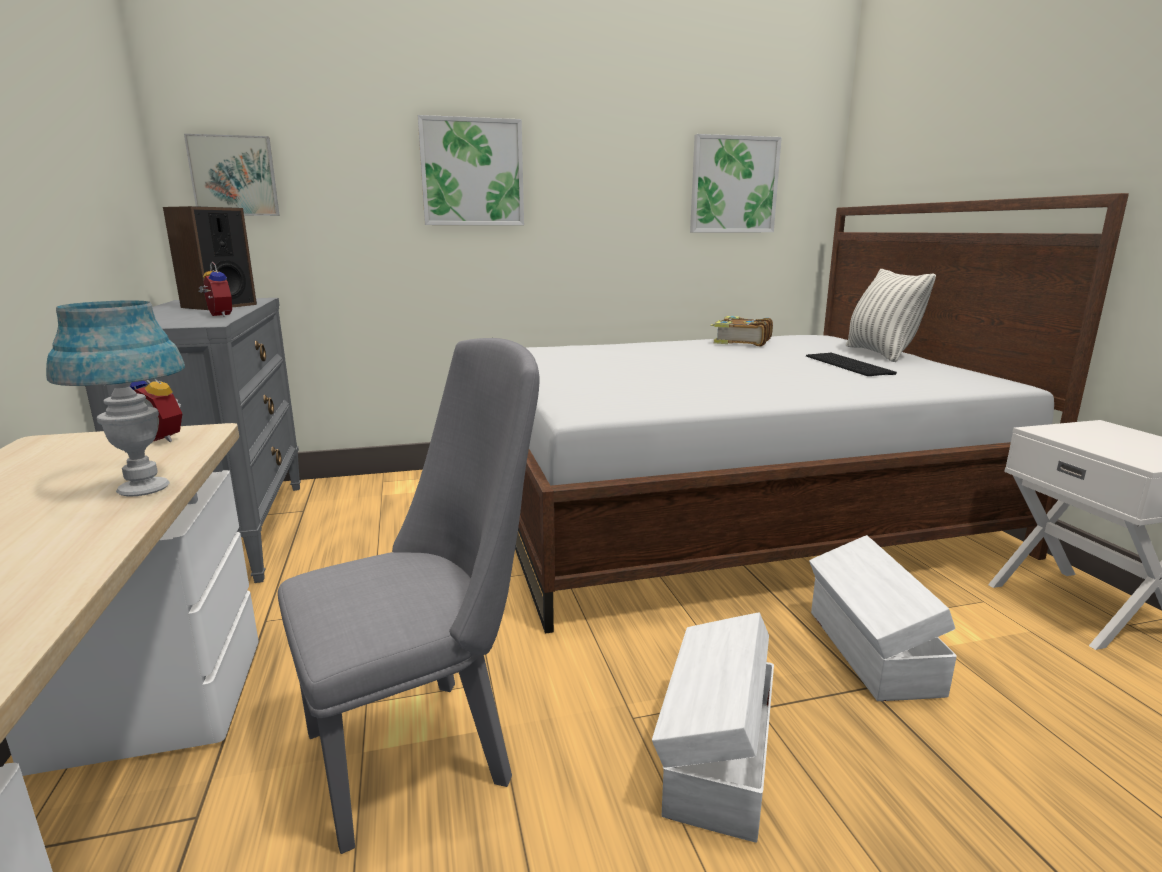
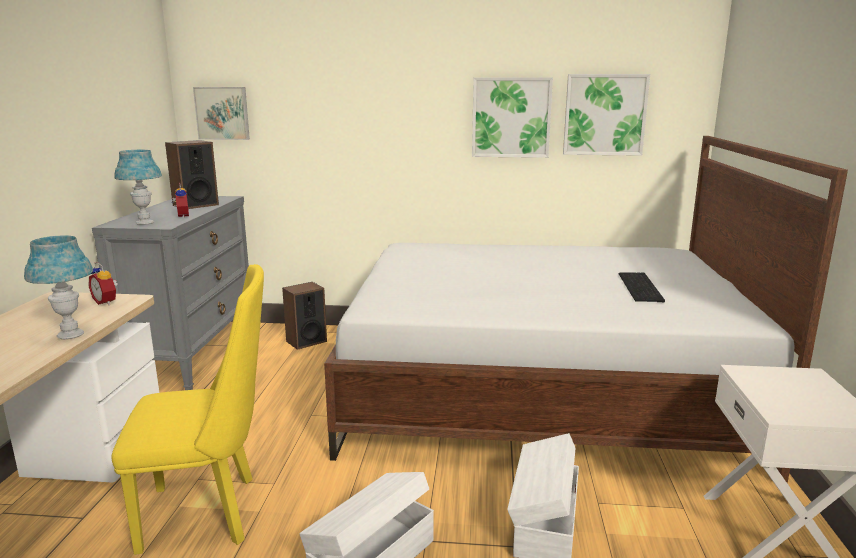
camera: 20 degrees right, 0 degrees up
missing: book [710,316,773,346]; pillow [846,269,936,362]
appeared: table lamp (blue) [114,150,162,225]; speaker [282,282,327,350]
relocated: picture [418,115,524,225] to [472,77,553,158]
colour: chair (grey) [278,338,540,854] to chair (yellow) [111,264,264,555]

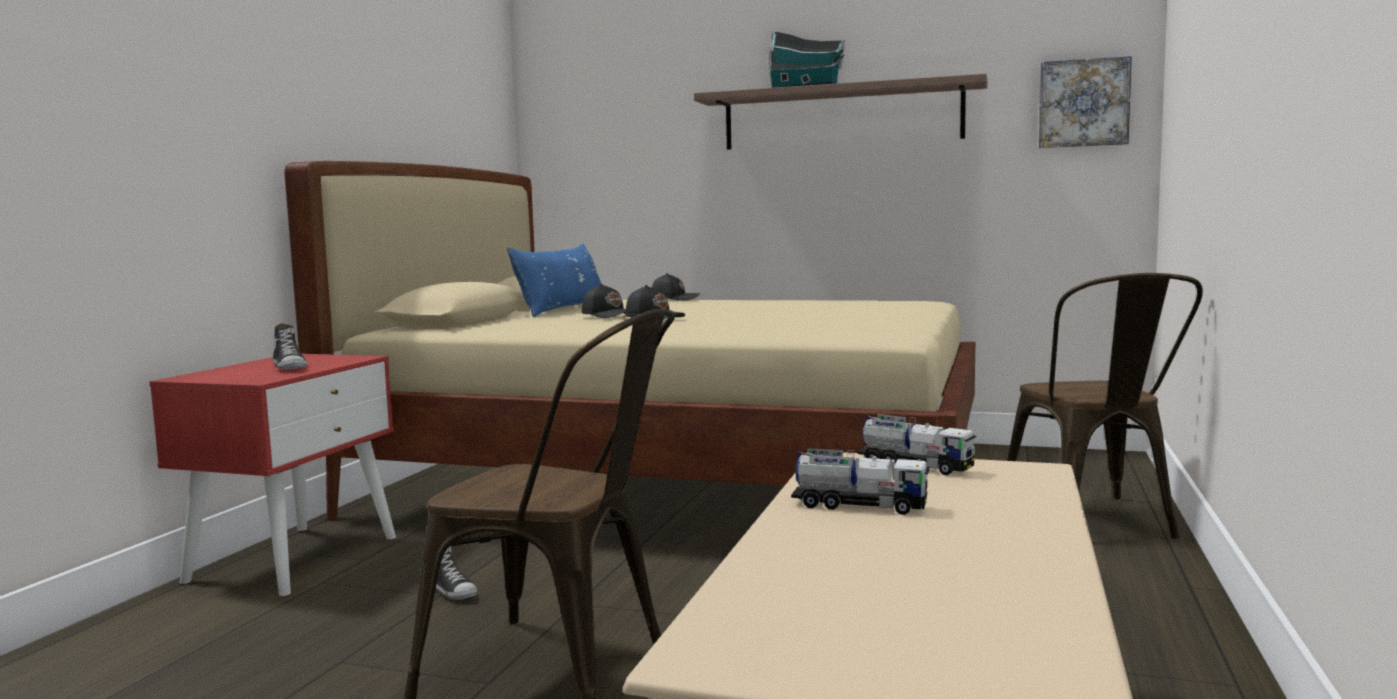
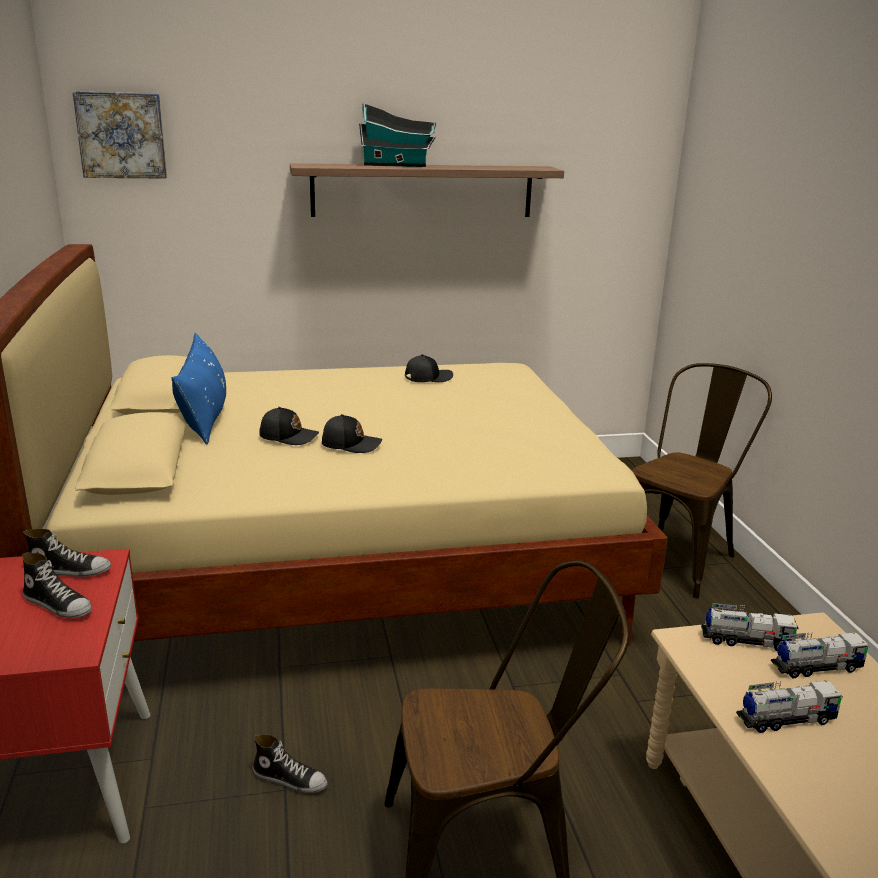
camera: 30 degrees left, 15 degrees up
appeared: shoe [23,529,111,577]; toy truck [771,632,869,678]
relocated: picture [1039,56,1132,148] to [72,91,167,179]; cap (black) [652,273,700,301] to [405,354,453,382]
spun: chair (brown) [1007,273,1203,539] = [632,363,772,599] 105 degrees counterclockwise

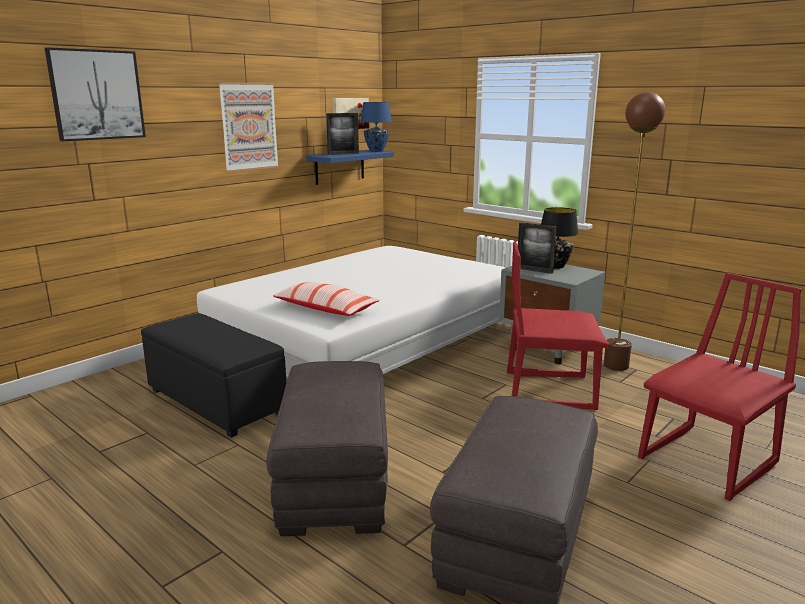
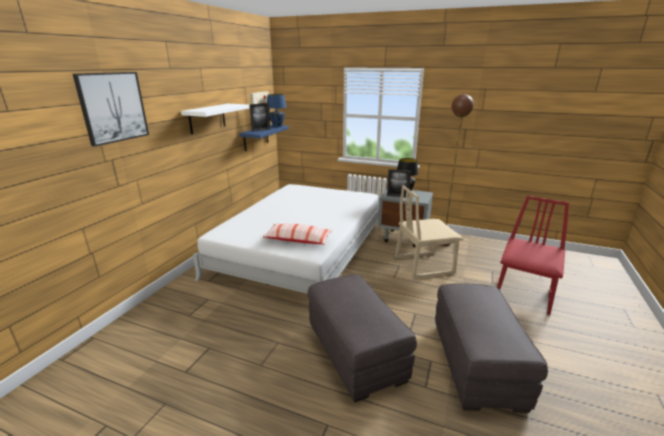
camera: 20 degrees left, 5 degrees up
missing: ottoman (black) [141,313,287,438]
exchanged: picture [218,82,279,172] to shelf (white) [181,104,249,134]
colour: chair (red) [507,242,609,410] to chair (beige) [395,185,463,279]

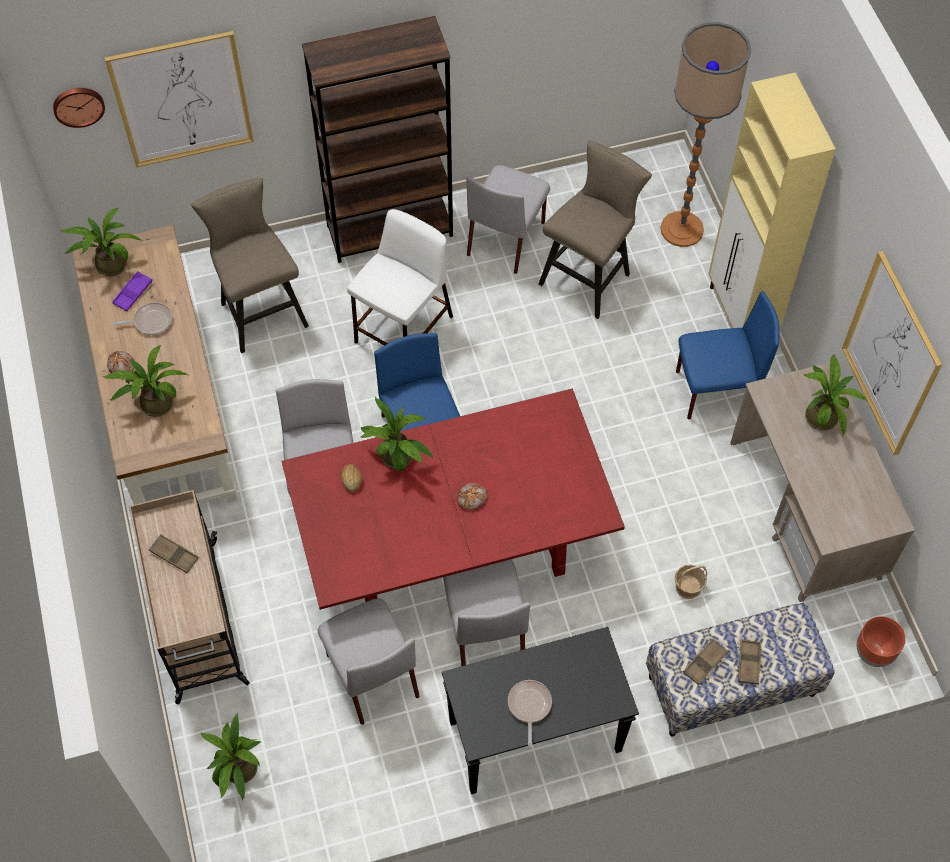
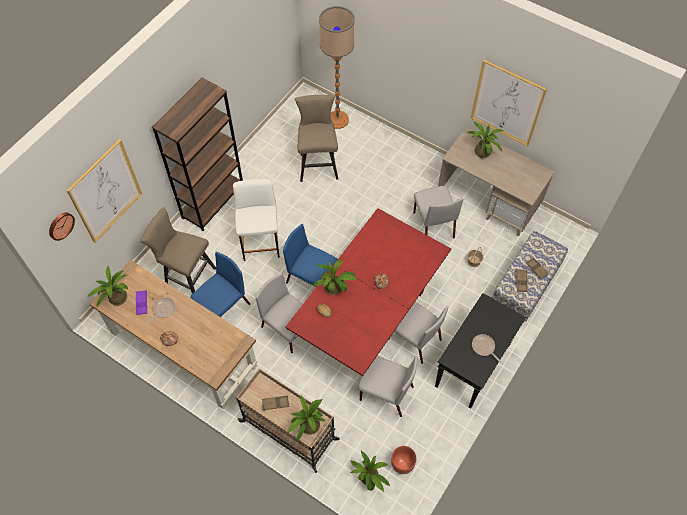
camera: 40 degrees left, 0 degrees up
missing: cabinet (beige) [709,72,836,332]
relocated: chair (blue) [676,291,779,419] to [190,252,250,317]; potted plant [103,345,188,417] to [287,395,325,441]; planter (brown) [857,616,906,667] to [391,446,417,474]; chair (grey) [466,165,550,274] to [413,186,463,238]

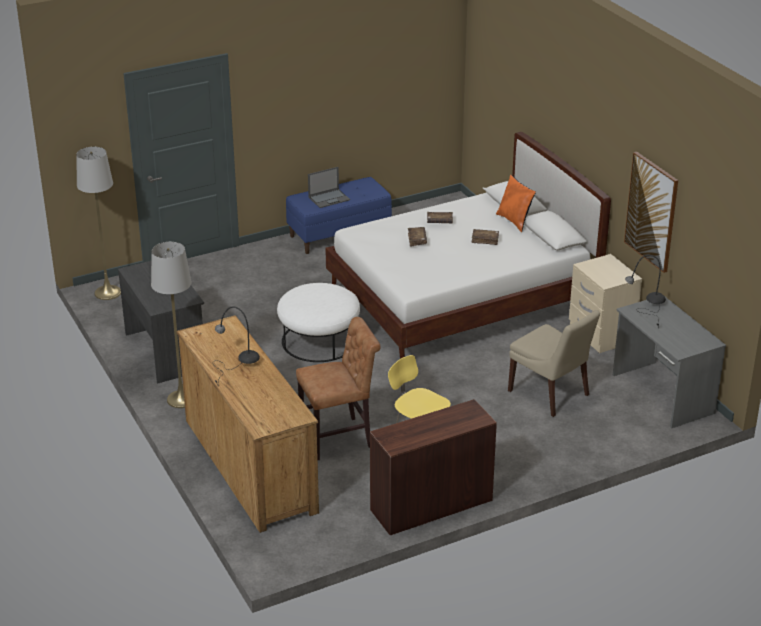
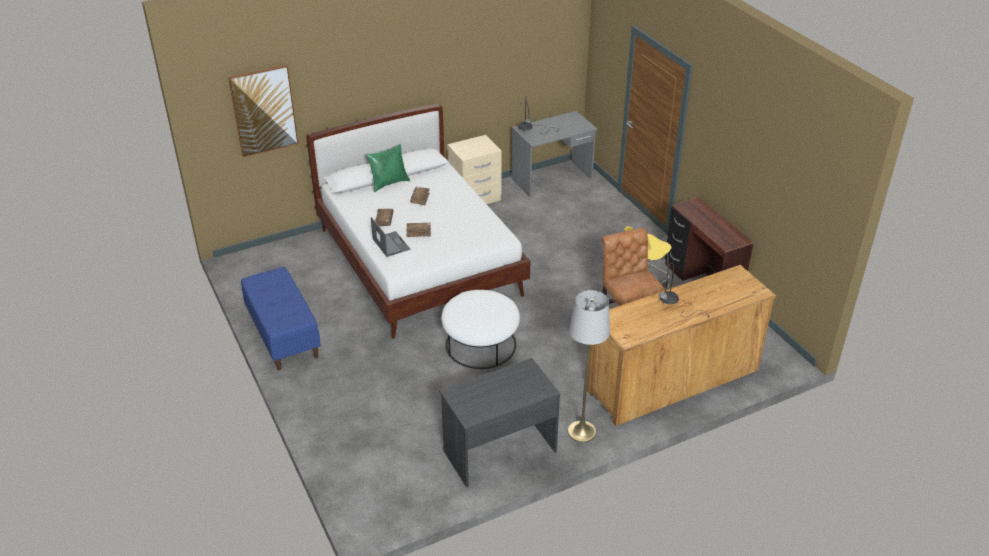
camera: 90 degrees left, 5 degrees up
missing: floor lamp (grey) [76,147,121,300]; chair (beige) [508,310,600,417]
relocated: picture [624,152,678,273] to [228,65,298,157]; laptop [308,167,350,208] to [371,217,410,257]
colour: pillow (orange) [496,175,536,232] to pillow (green) [366,144,410,192]

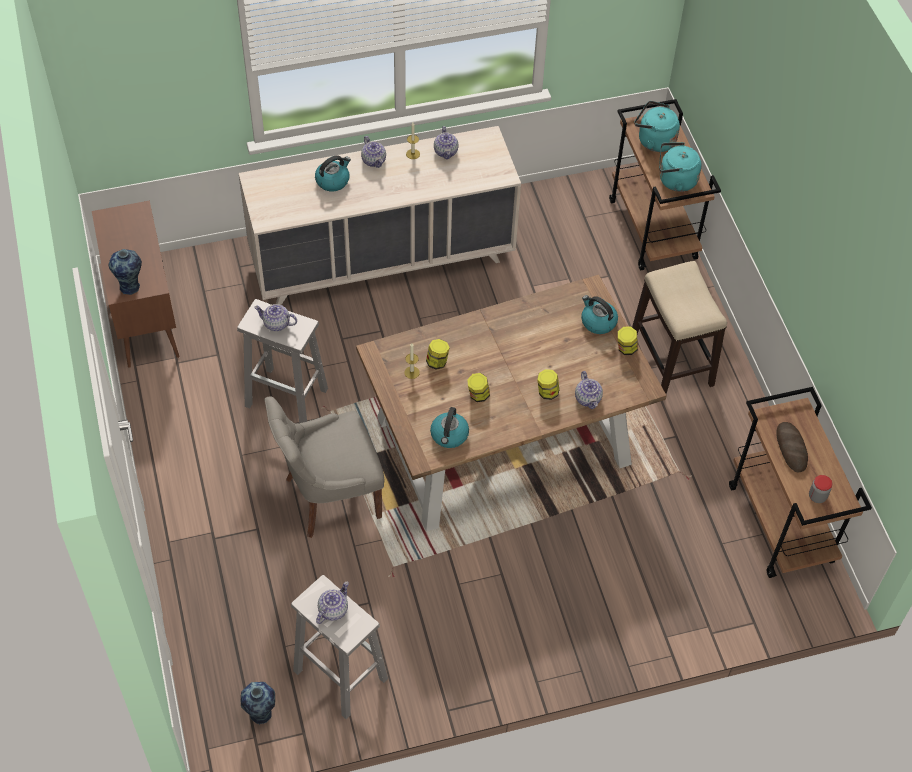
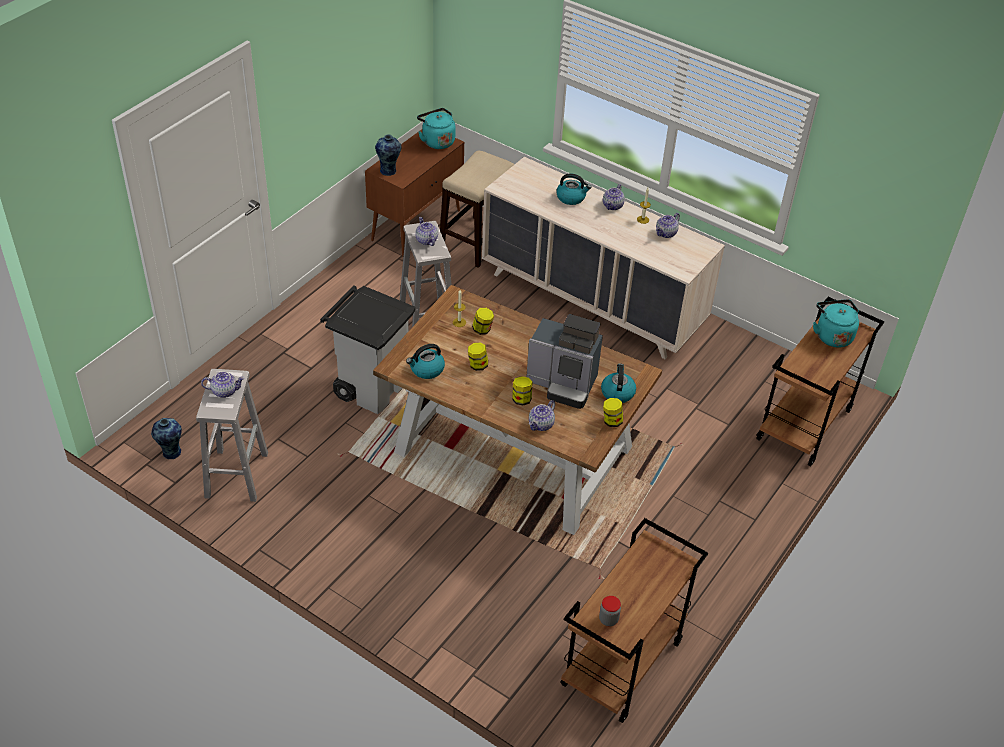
camera: 50 degrees right, 10 degrees down
missing: bread [776,422,808,472]
appeared: coffee machine [526,314,603,409]
relocated: kettle (turquoise) [659,142,702,192] to [417,108,456,149]; stool [632,261,727,394] to [440,151,514,268]
exchanged: chair (grey) [265,396,385,538] to trash can (grey) [320,285,415,414]

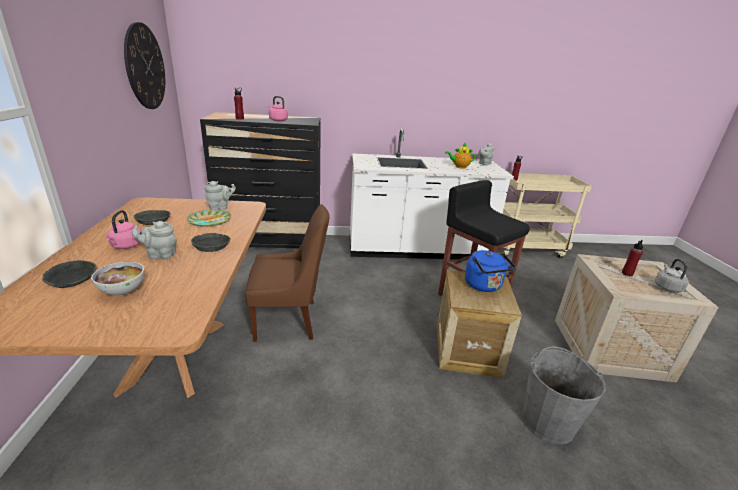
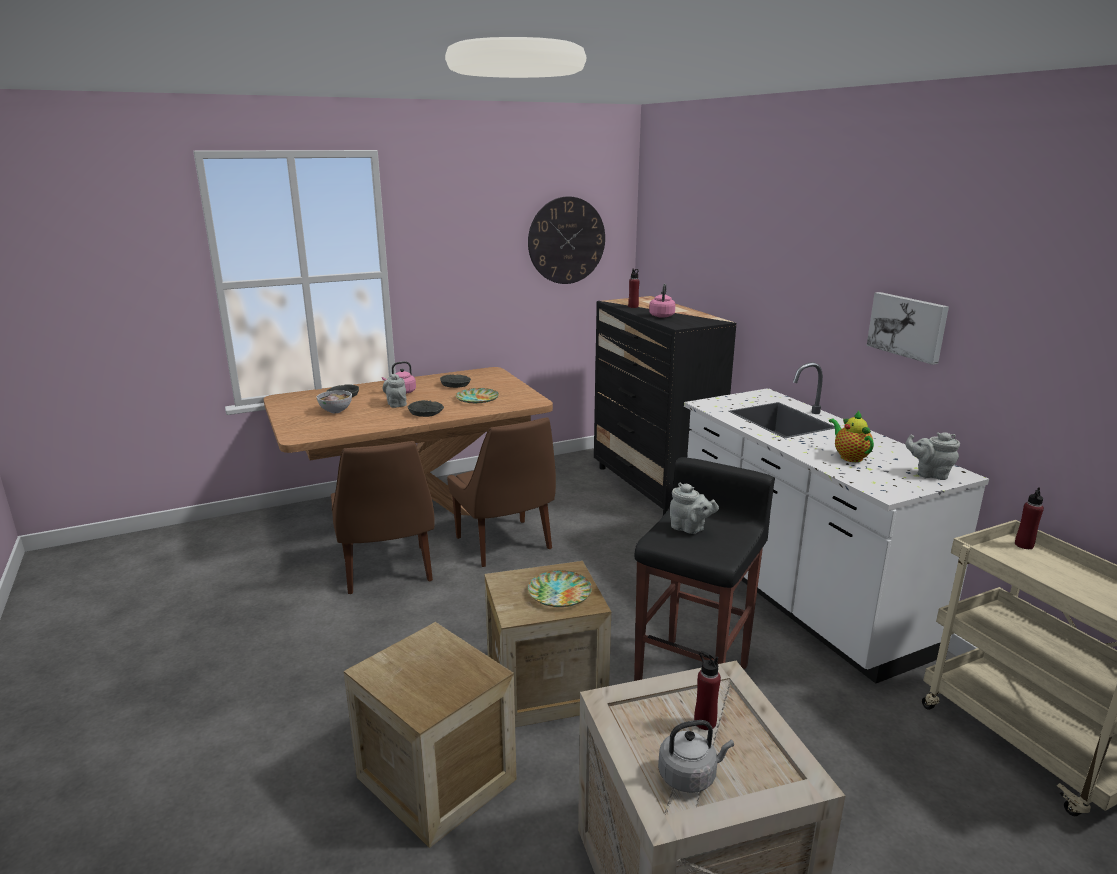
camera: 70 degrees right, 5 degrees down
appeared: chair (brown) [331,441,435,594]; picture [867,292,949,365]
relocated: teapot (grey) [204,181,236,210] to [670,483,719,534]
exchanged: bucket (grey) [522,346,606,445] to crate [344,622,517,848]; kettle (blue) [465,250,516,292] to plate [528,571,592,607]

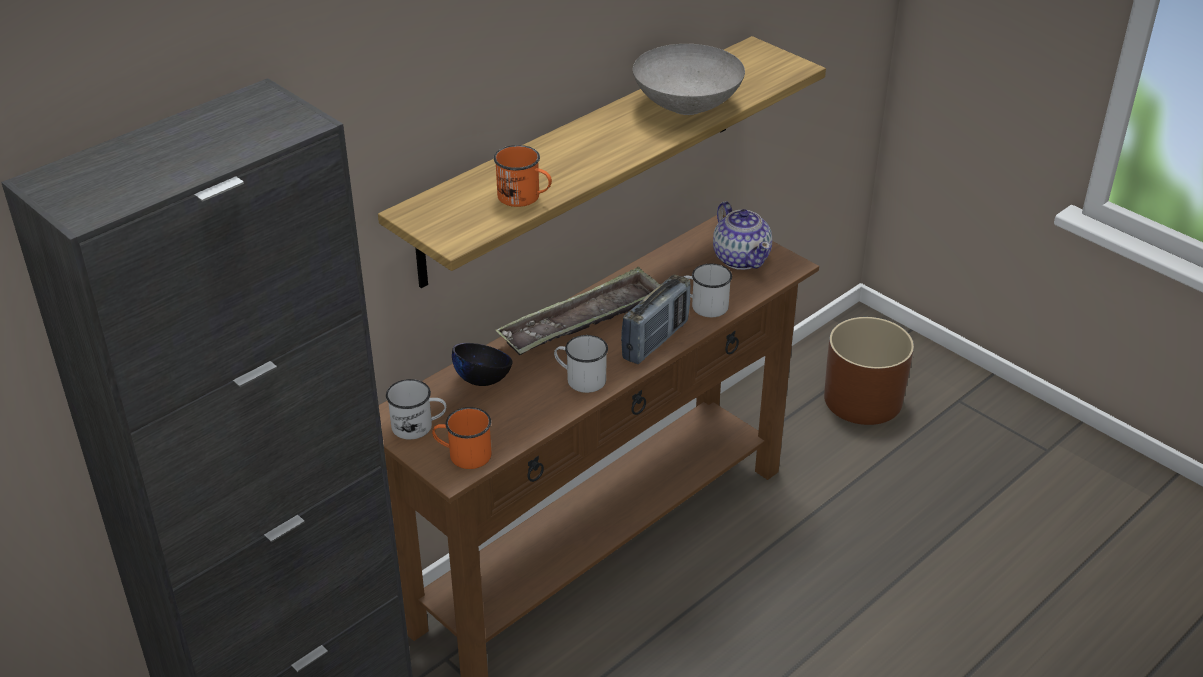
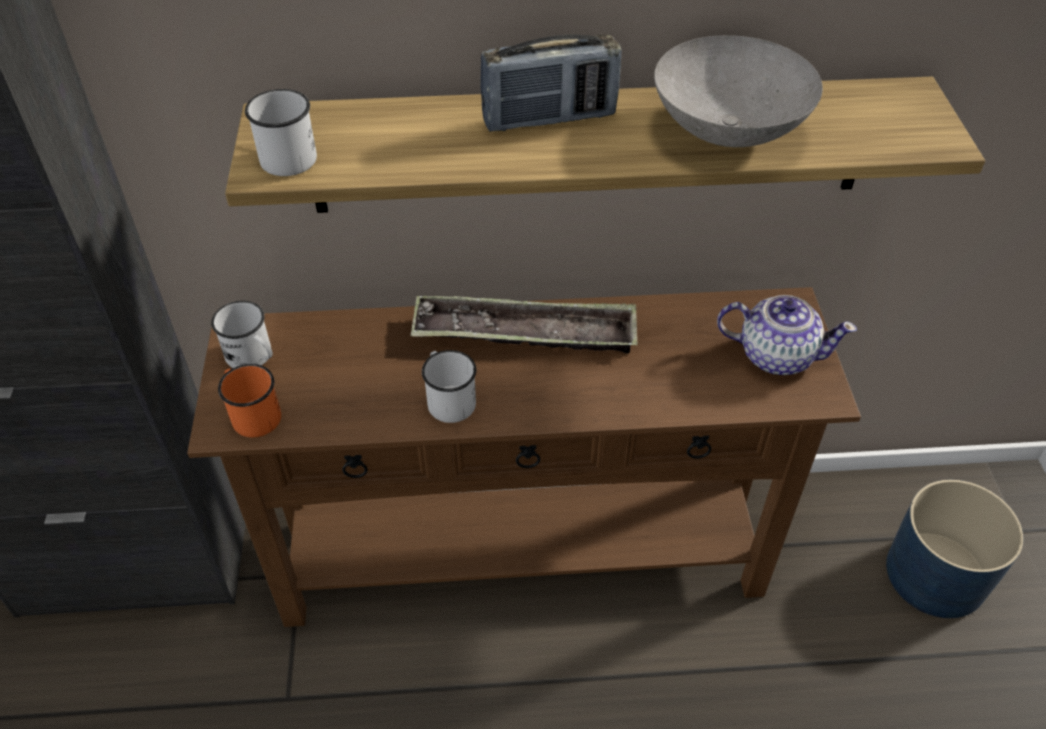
camera: 40 degrees right, 10 degrees up
missing: bowl (black) [452,343,513,386]; mug (orange) [494,145,552,207]
relocated: mug (white) [683,264,732,317] to [245,89,317,176]; radio [621,275,690,364] to [480,34,622,132]
colour: planter (brown) [824,317,914,425] to planter (blue) [886,480,1023,618]
spun: teapot [713,202,772,270] = [717,295,857,375] 90 degrees counterclockwise

